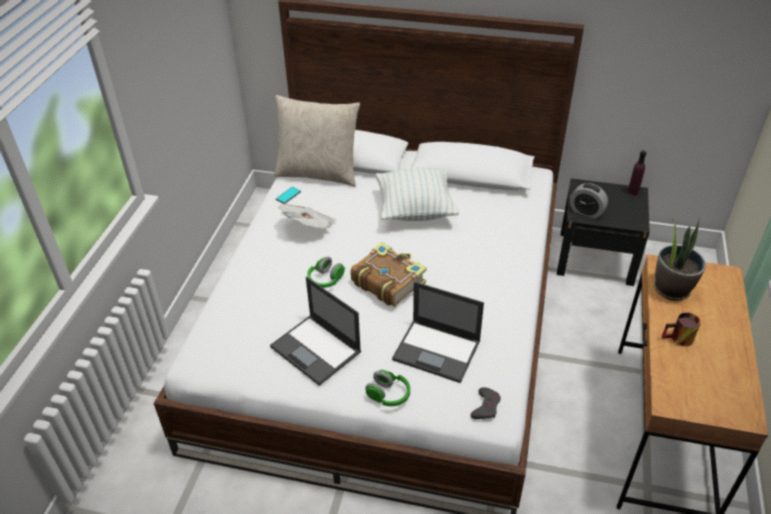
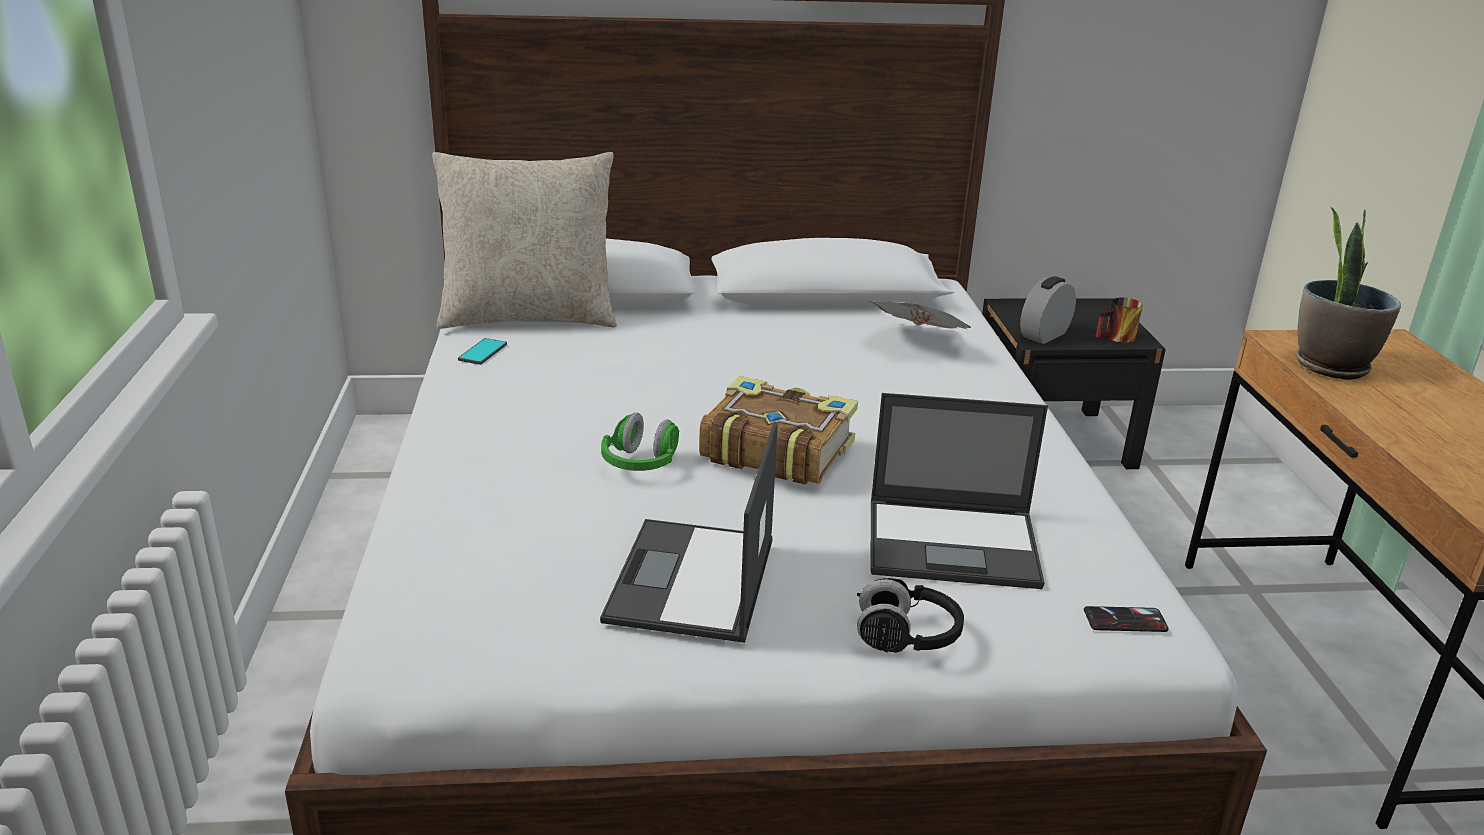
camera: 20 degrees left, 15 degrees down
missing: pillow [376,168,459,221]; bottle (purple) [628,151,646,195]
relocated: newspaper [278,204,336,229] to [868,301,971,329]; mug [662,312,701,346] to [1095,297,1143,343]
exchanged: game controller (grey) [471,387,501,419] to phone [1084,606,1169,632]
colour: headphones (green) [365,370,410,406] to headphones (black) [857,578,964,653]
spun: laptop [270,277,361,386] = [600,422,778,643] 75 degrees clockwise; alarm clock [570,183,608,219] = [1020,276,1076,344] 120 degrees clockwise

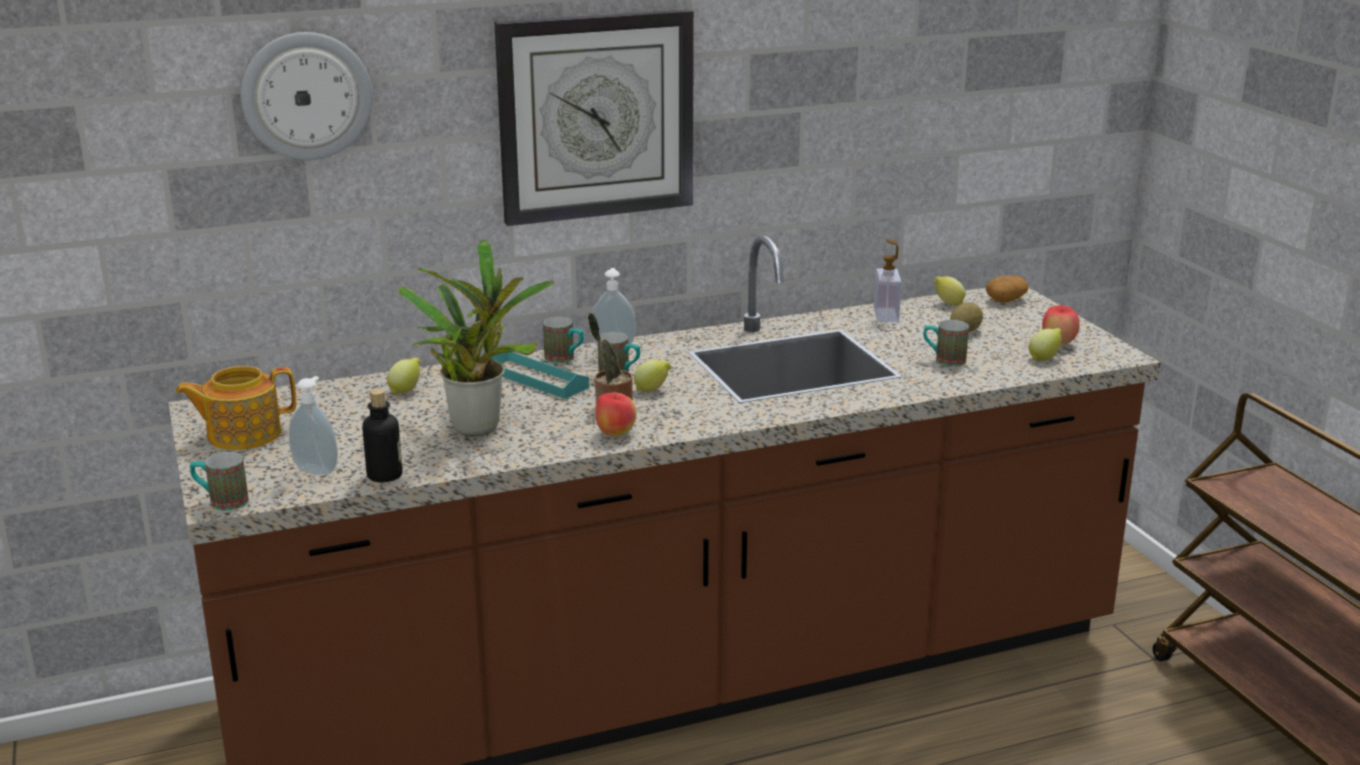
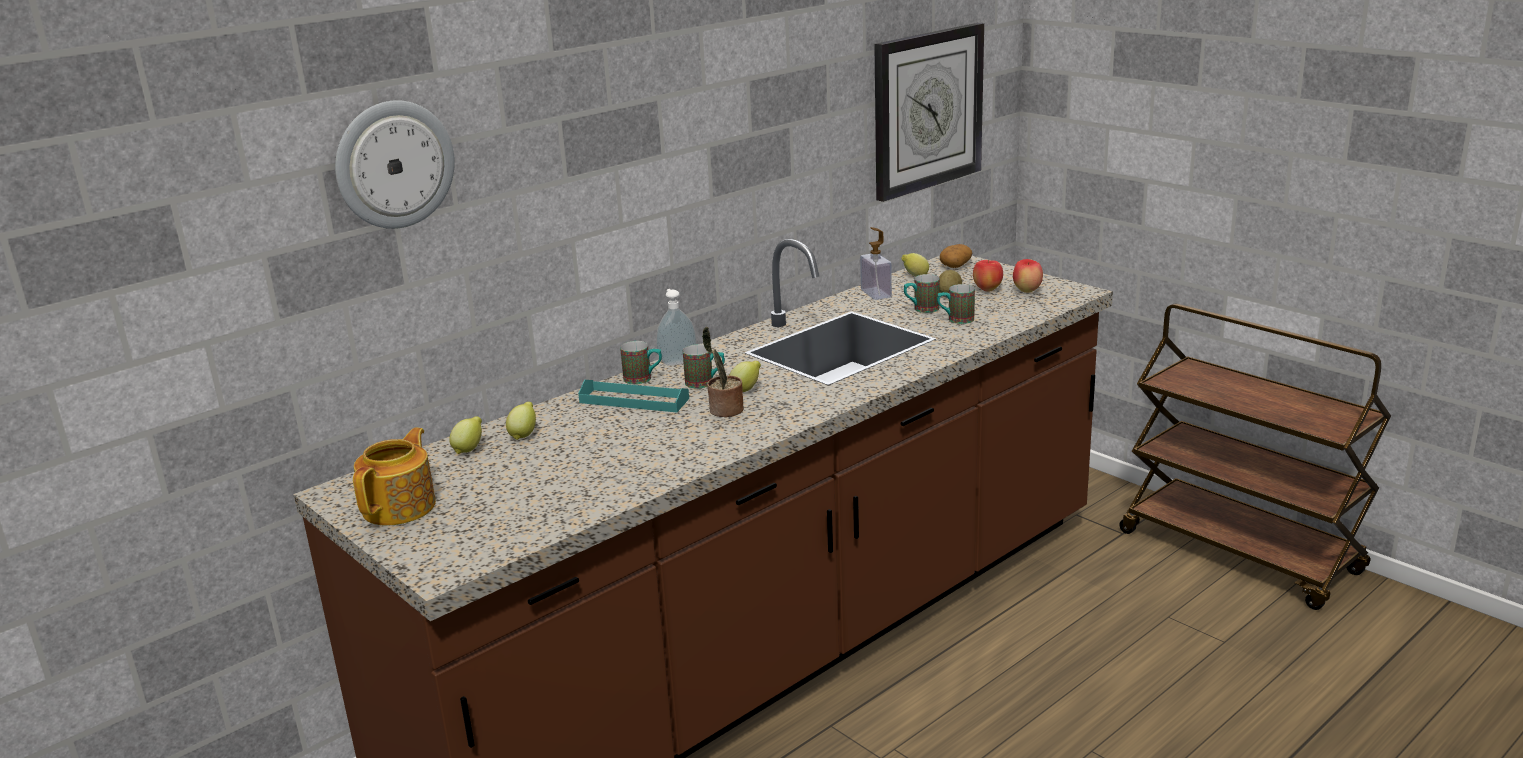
camera: 20 degrees left, 0 degrees up
missing: soap dispenser [289,376,338,475]; bottle [362,389,403,482]; potted plant [398,240,555,436]
relocated: lemon [1029,328,1062,361] to [449,416,482,454]; wall clock [494,10,694,226] to [874,23,984,202]; mug [190,452,249,511] to [904,274,940,313]; apple [595,392,637,437] to [973,260,1003,292]
spun: teapot [175,366,296,450] = [353,428,436,526] 150 degrees clockwise

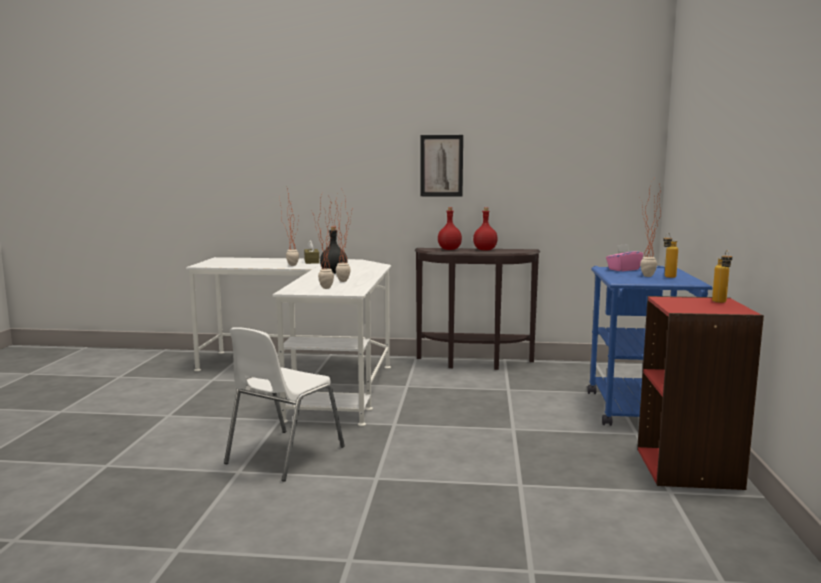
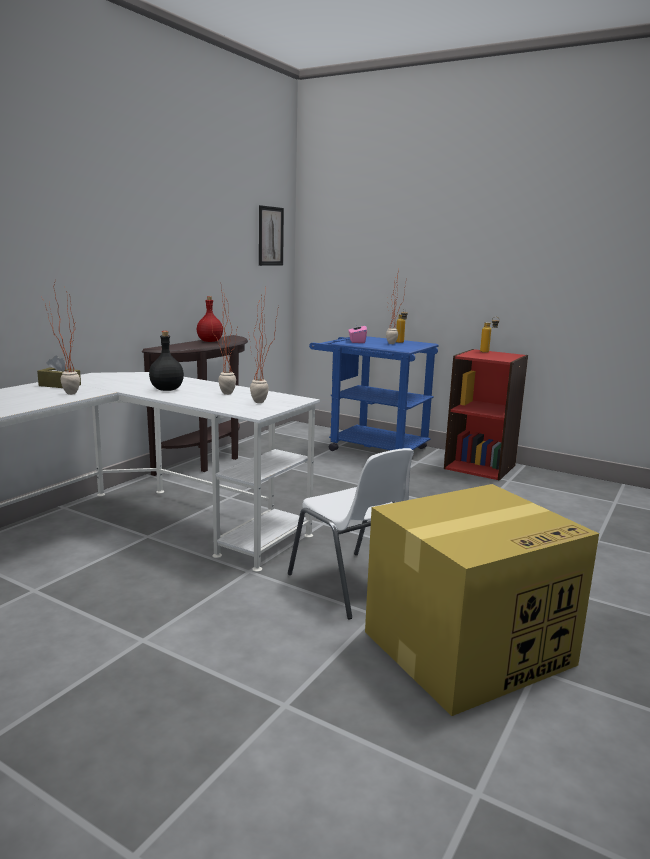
camera: 65 degrees left, 5 degrees up
missing: bottle (red) [438,207,462,250]
appeared: cardboard box [365,484,599,716]
relocated: picture [420,135,463,197] to [259,205,284,266]

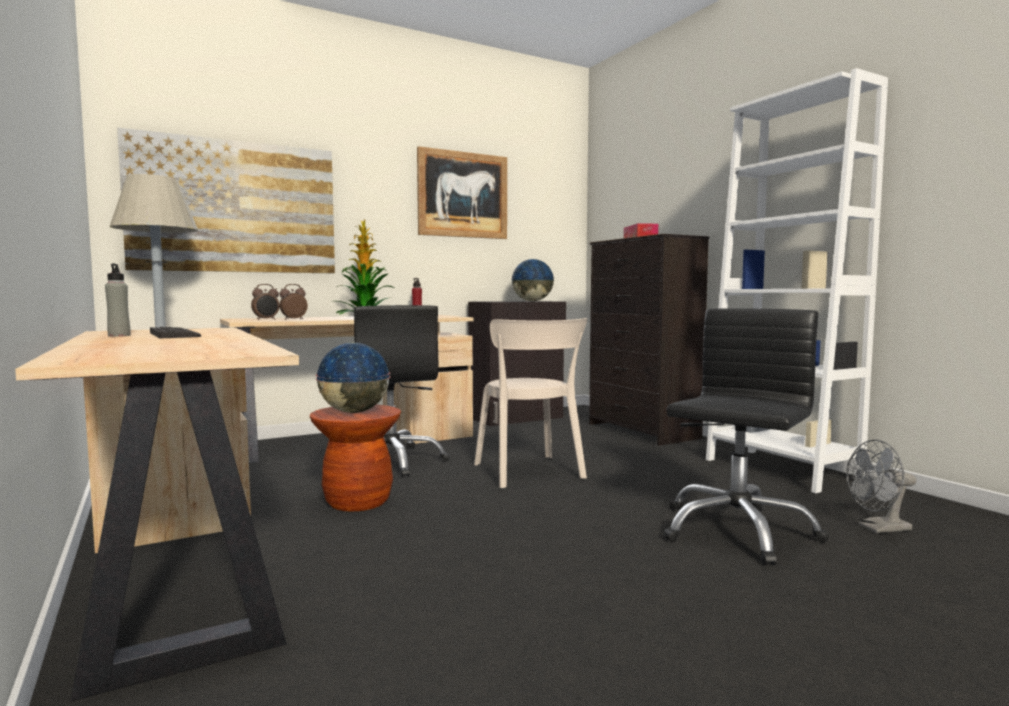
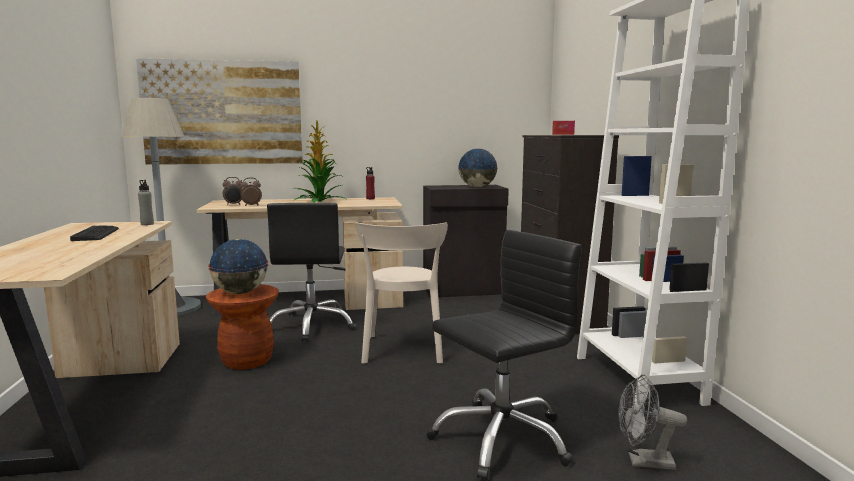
camera: 20 degrees right, 5 degrees up
missing: picture [417,146,507,239]
relocated: bottle (grey) [105,263,130,337] to [138,180,154,225]

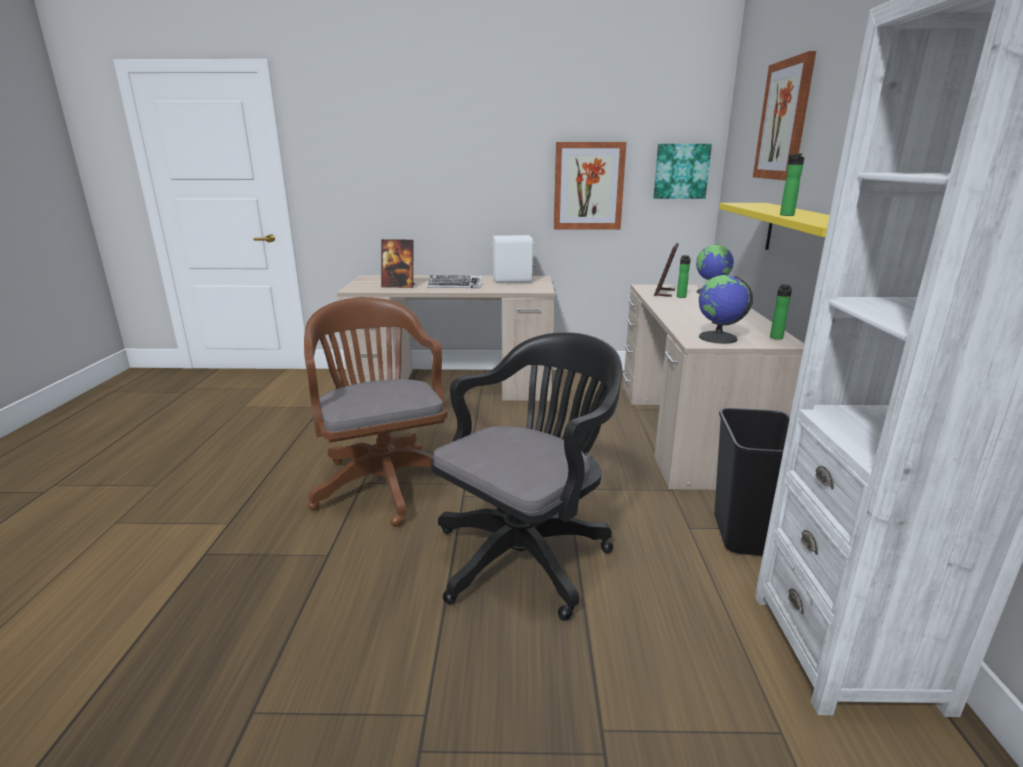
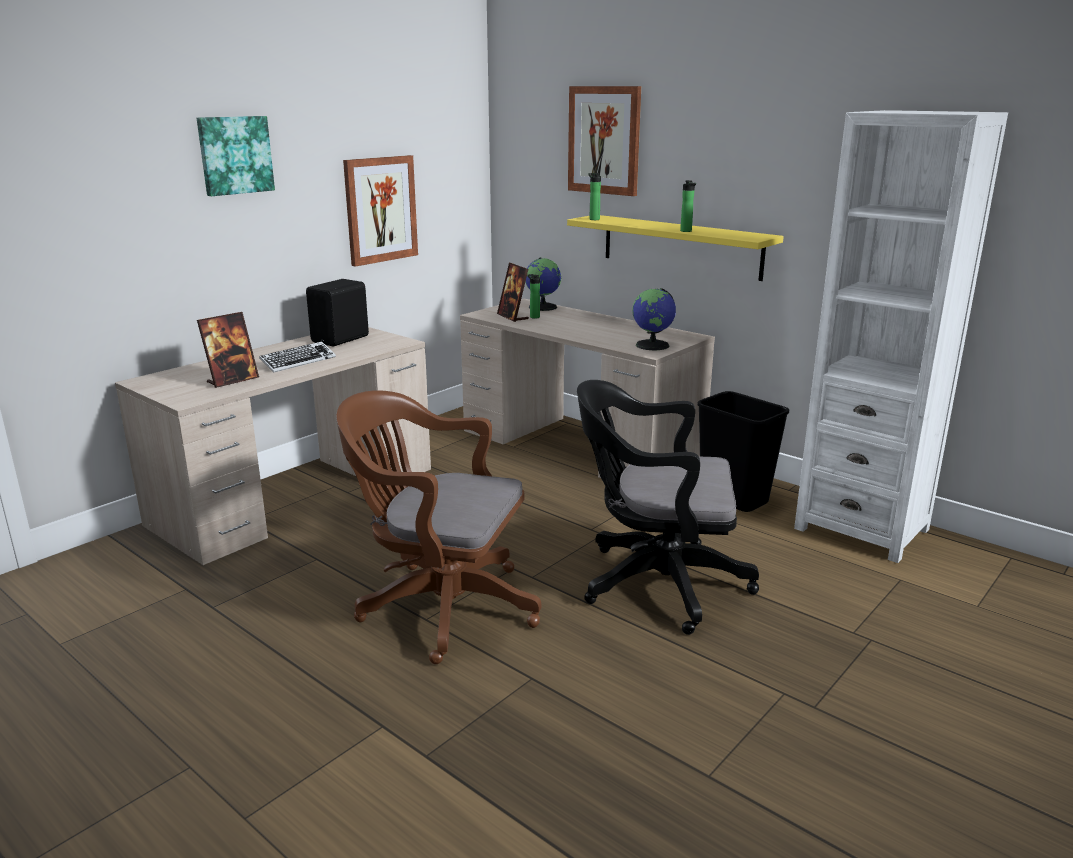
camera: 50 degrees left, 0 degrees up
relocated: picture [653,144,712,199] to [197,116,275,196]; bottle [770,284,792,340] to [588,173,601,220]
colour: speaker (white) [493,235,535,283] to speaker (black) [306,279,369,346]
spun: office chair (black) [431,332,622,621] = [577,380,759,635] 75 degrees counterclockwise

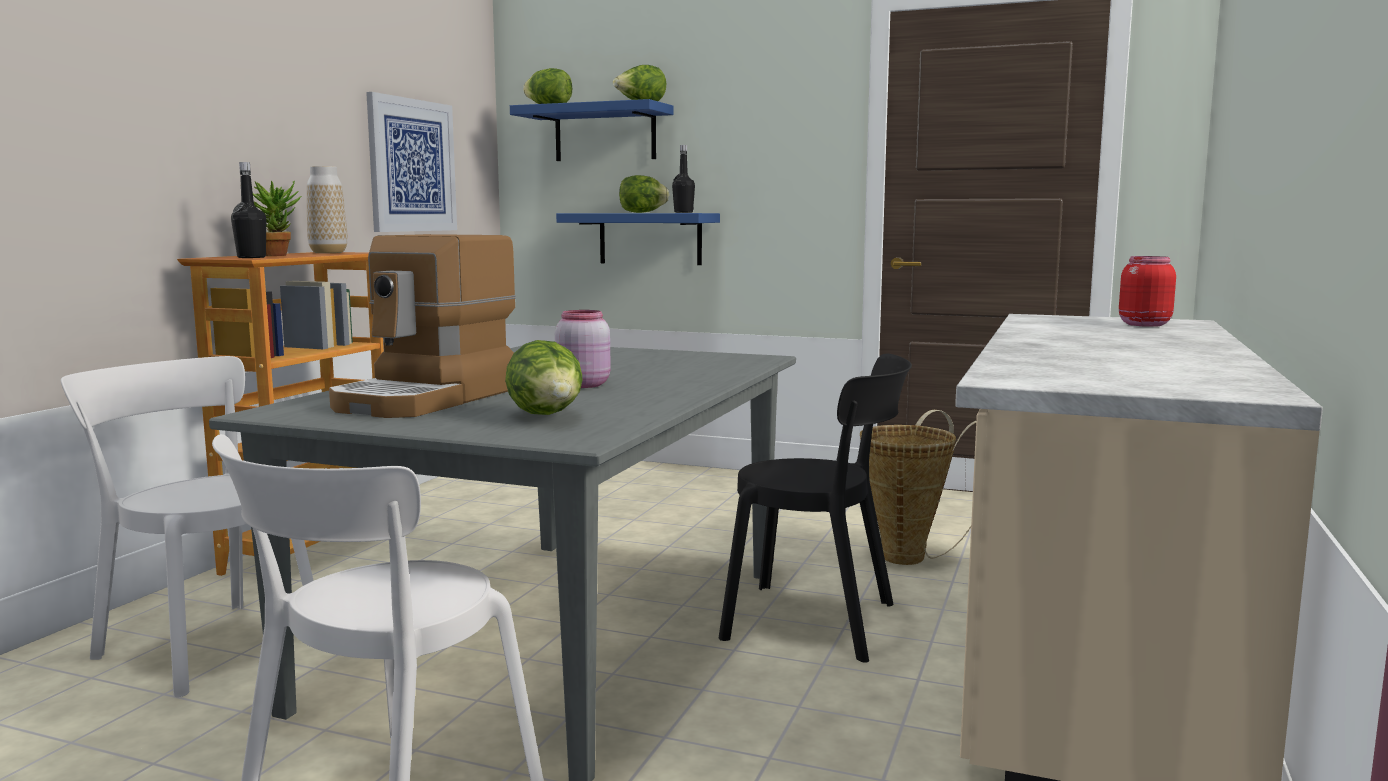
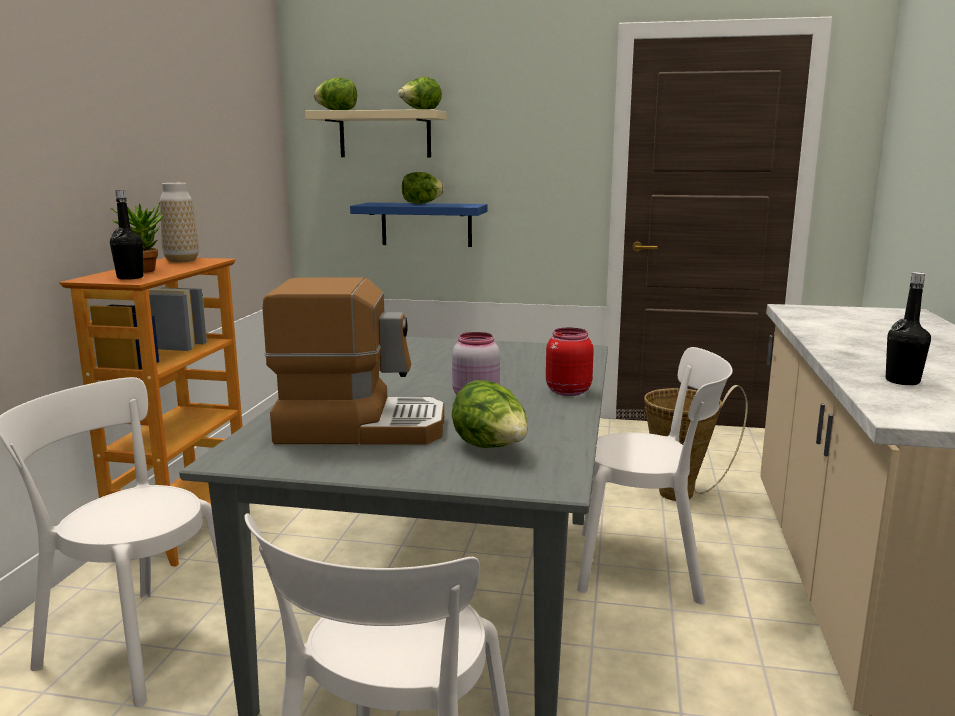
camera: 10 degrees left, 5 degrees up
missing: picture [366,92,457,232]
relocated: jar (red) [1119,256,1176,327] to [546,328,594,396]; bottle (black) [672,145,695,213] to [886,272,931,385]
colour: shelf (blue) [510,99,674,161] to shelf (beige) [305,109,447,157]; chair (black) [719,354,912,663] to chair (white) [577,347,733,605]
spun: coffee machine [329,234,516,418] = [262,278,444,445] 105 degrees counterclockwise

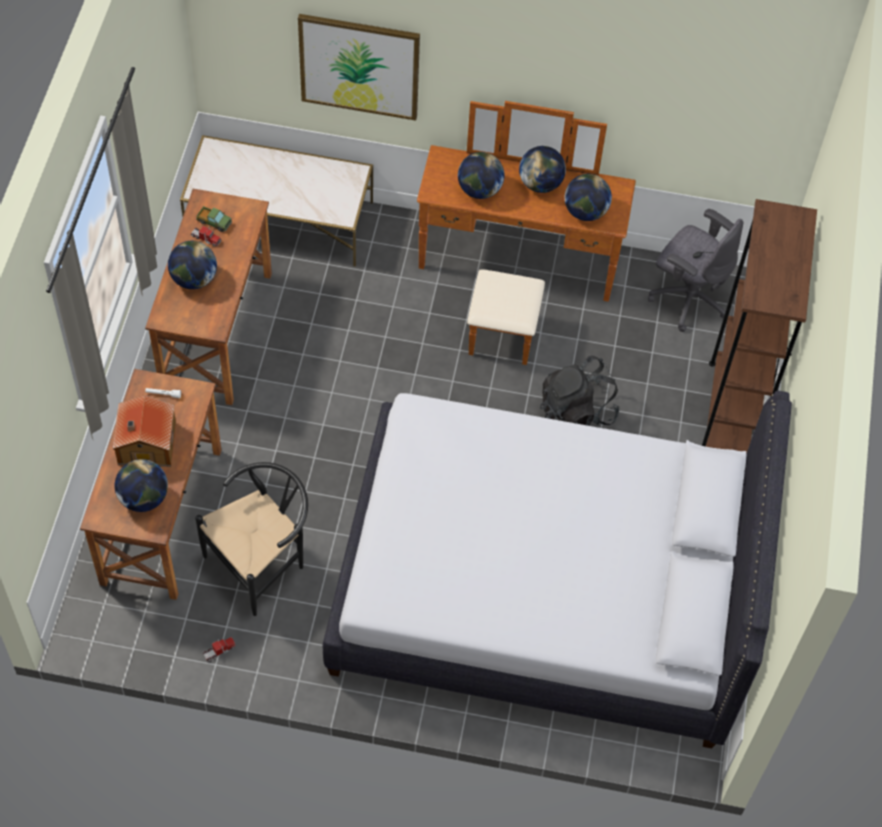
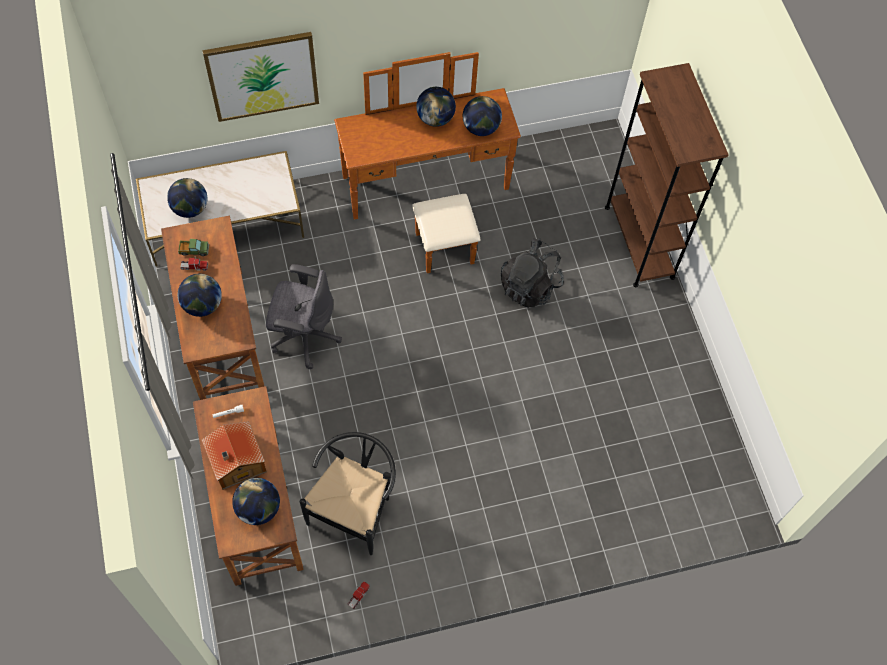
camera: 25 degrees left, 5 degrees up
missing: bed (white) [323,391,792,748]
relocated: globe [458,152,505,199] to [167,178,207,218]; office chair (grey) [648,209,743,332] to [266,264,342,369]

